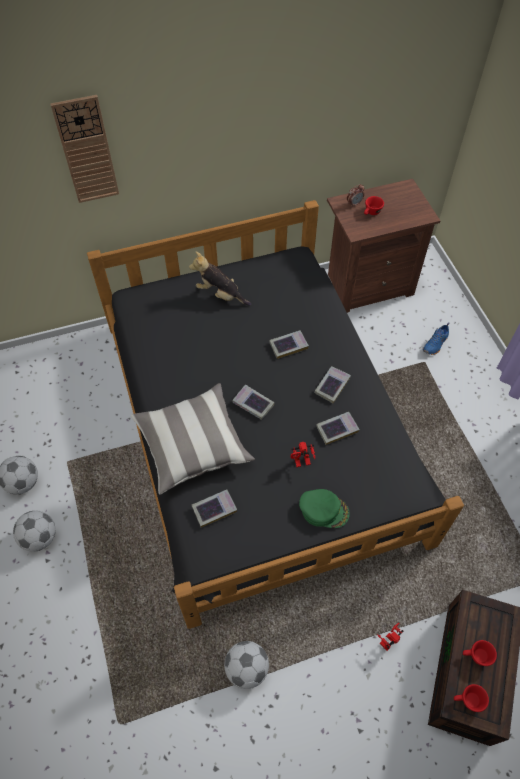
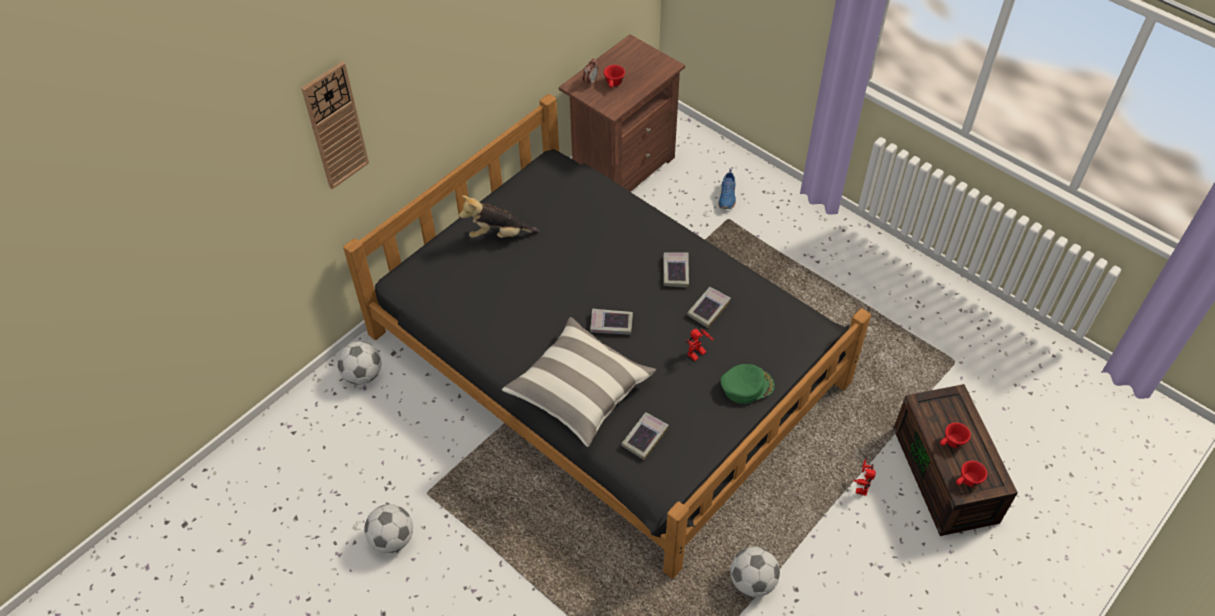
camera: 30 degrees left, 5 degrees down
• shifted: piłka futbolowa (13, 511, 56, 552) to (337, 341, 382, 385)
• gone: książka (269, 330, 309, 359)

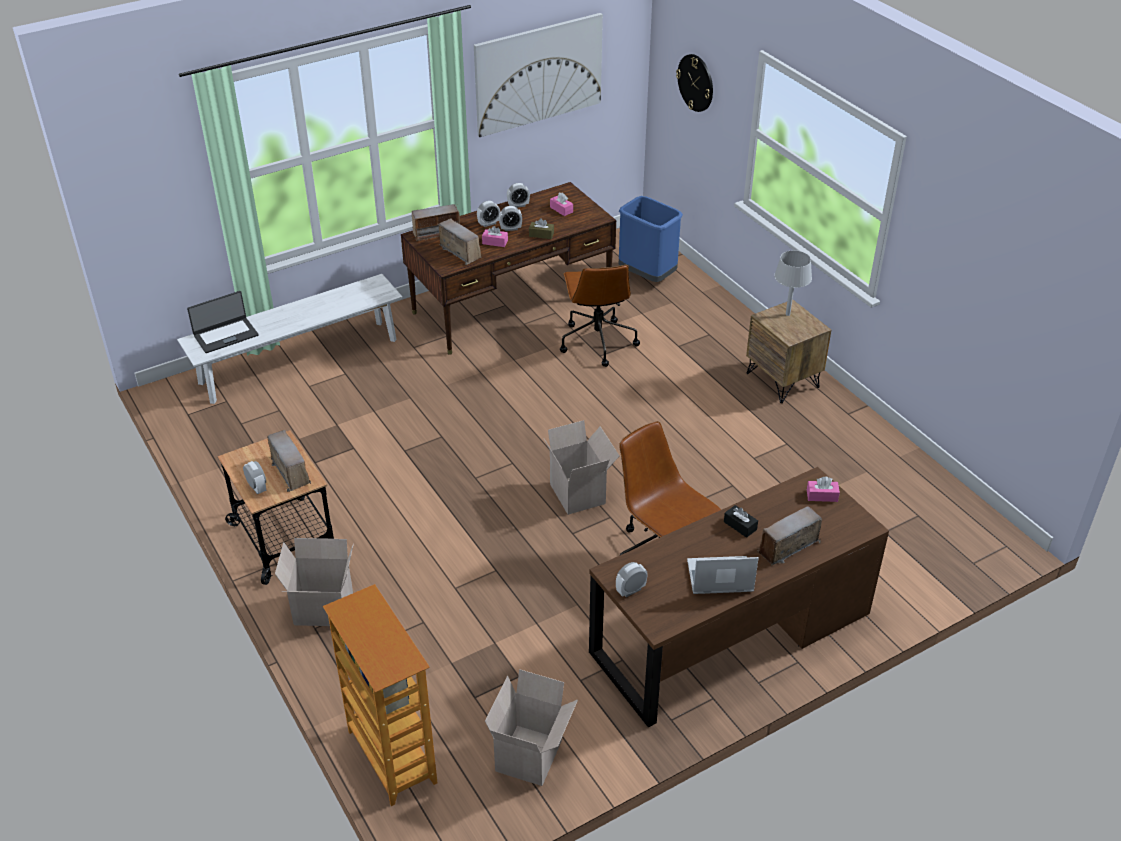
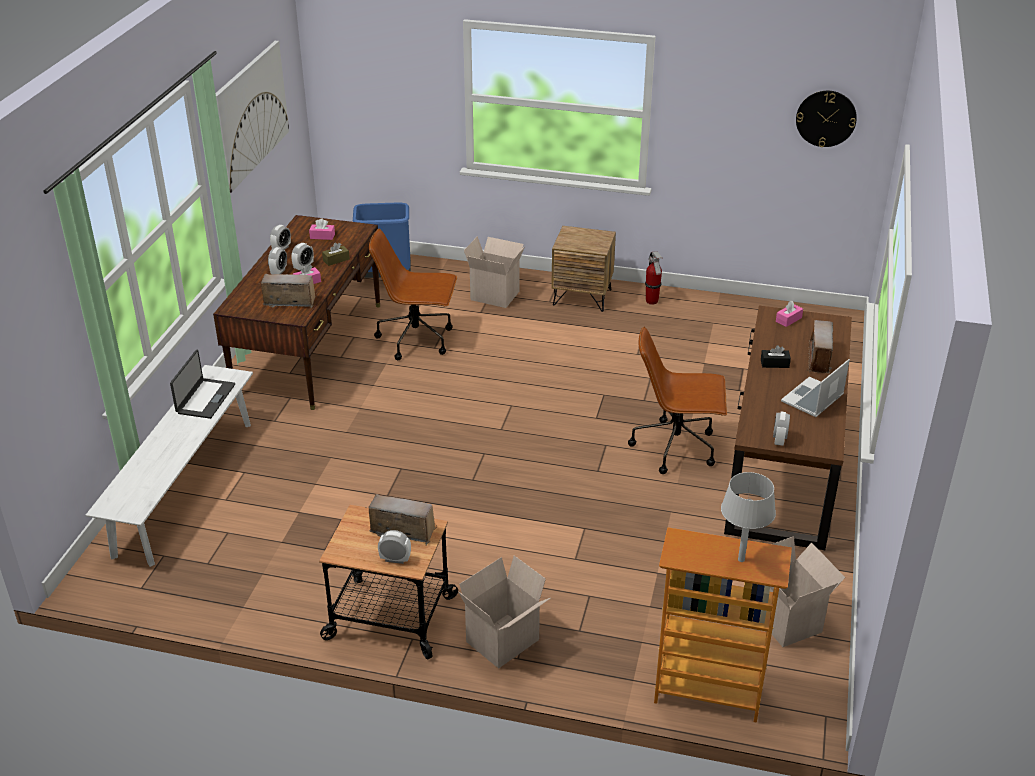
camera: 45 degrees left, 5 degrees down
• shifted: laptop (187, 291, 259, 353) to (170, 350, 235, 419)
• rotated: krzesło biurowe/brązowy (560, 265, 640, 367) = (369, 228, 457, 360) 150 degrees clockwise
• shifted: karton (544, 420, 620, 515) to (464, 236, 525, 308)
• new: gaśnica (645, 251, 663, 305)
• shifted: lampa stołowa/szary (774, 250, 812, 316) to (721, 472, 776, 562)
• shifted: zegar ścienny (676, 54, 713, 112) to (796, 91, 857, 147)
• gone: radio (412, 204, 460, 241)

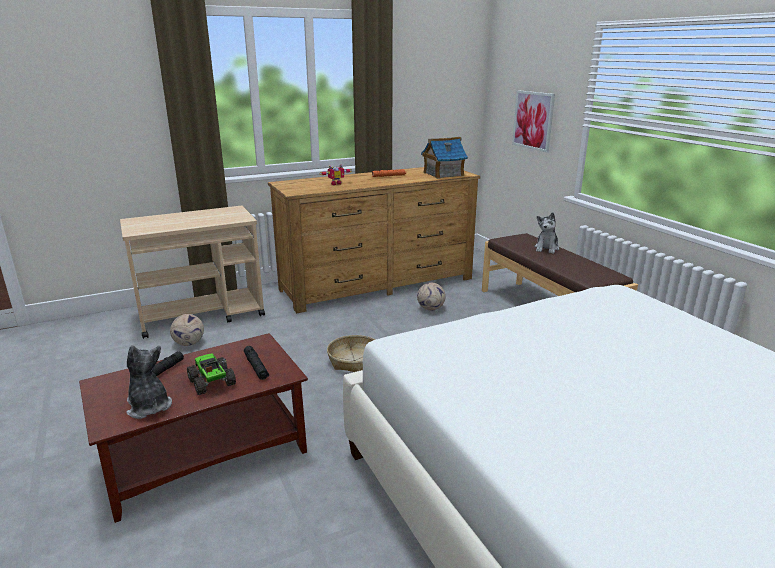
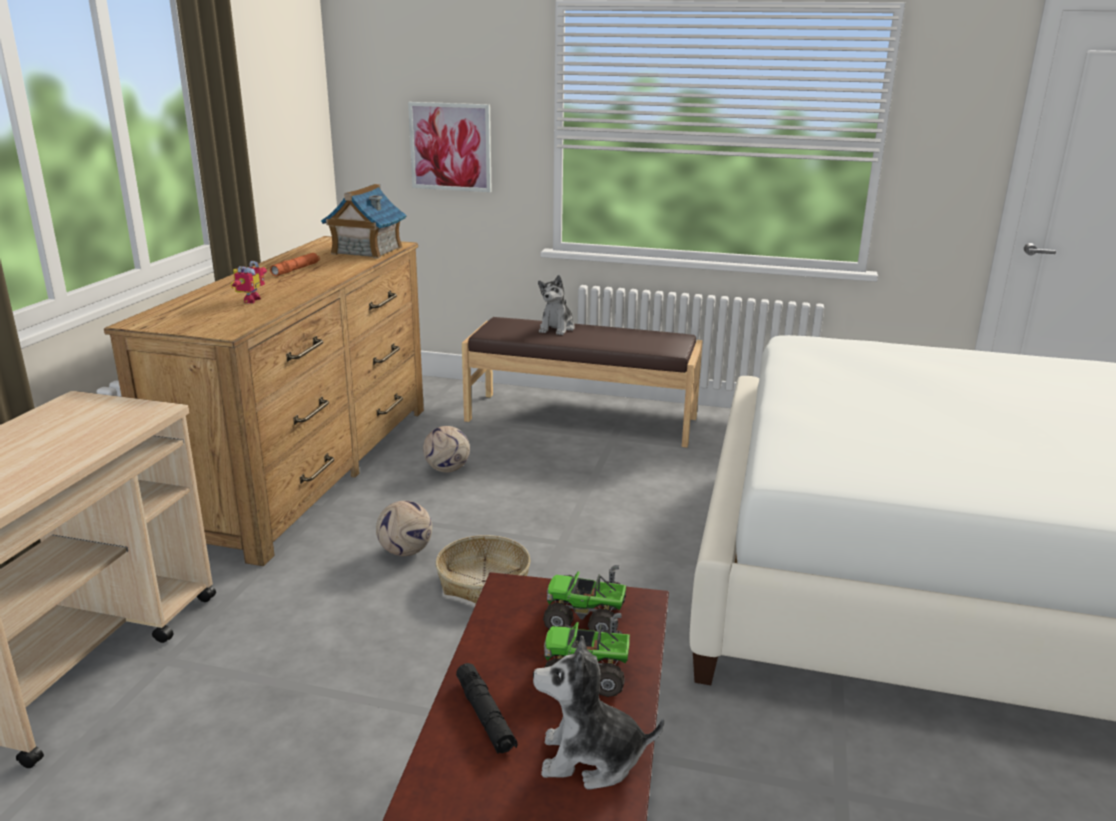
camera: 50 degrees left, 0 degrees up
• shifted: piłka futbolowa (170, 314, 204, 346) to (376, 501, 432, 556)
• rotated: pluszak (534, 212, 559, 254) = (538, 275, 575, 335) 45 degrees clockwise
• swapped: latarka/czarny (244, 346, 269, 380) to ciężarówka zabawkowa (543, 565, 626, 632)

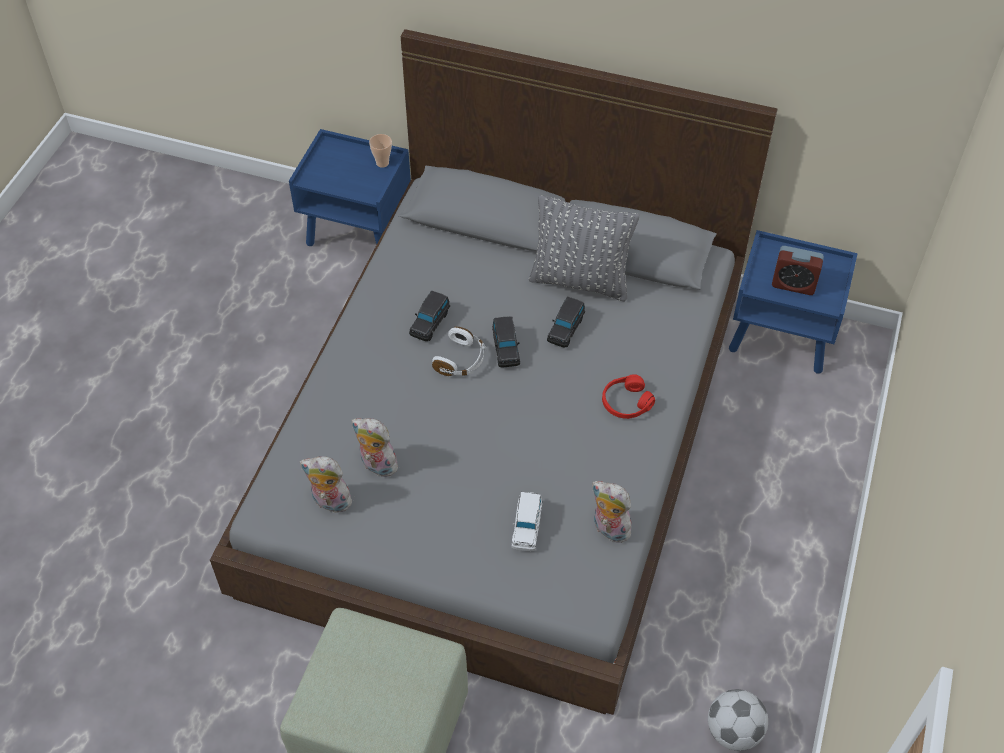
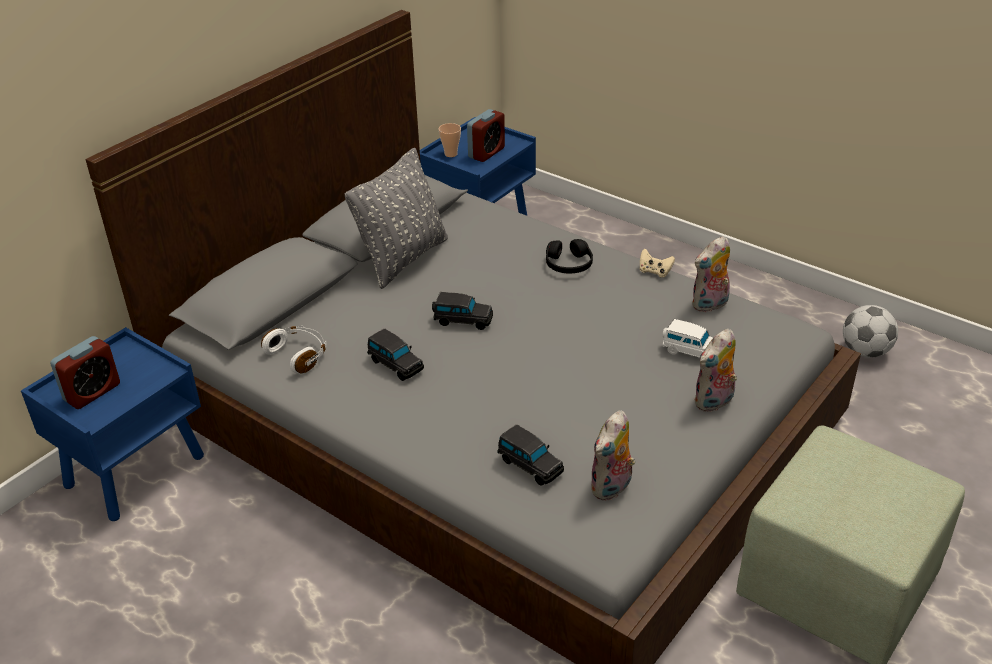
camera: 70 degrees left, 15 degrees down
• new: budzik (50, 336, 120, 409)
• shifted: słuchawki/biały (432, 326, 486, 376) to (261, 326, 327, 374)
• shifted: filiżanka (369, 134, 392, 168) to (439, 123, 461, 157)
• shifted: samochodzik/czarny (547, 297, 585, 348) to (497, 424, 564, 486)
• repainted: słuchawki/czerwony (602, 374, 655, 419) to słuchawki/czarny (546, 239, 593, 274)
• new: pad do gier/beżowy (640, 249, 675, 278)
• shifted: pluszak (352, 418, 401, 477) to (694, 329, 737, 412)

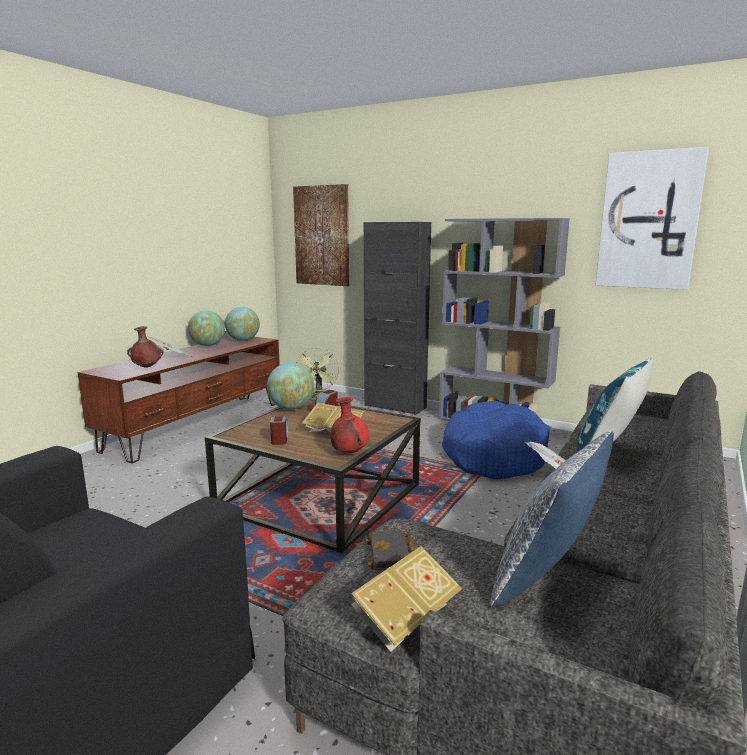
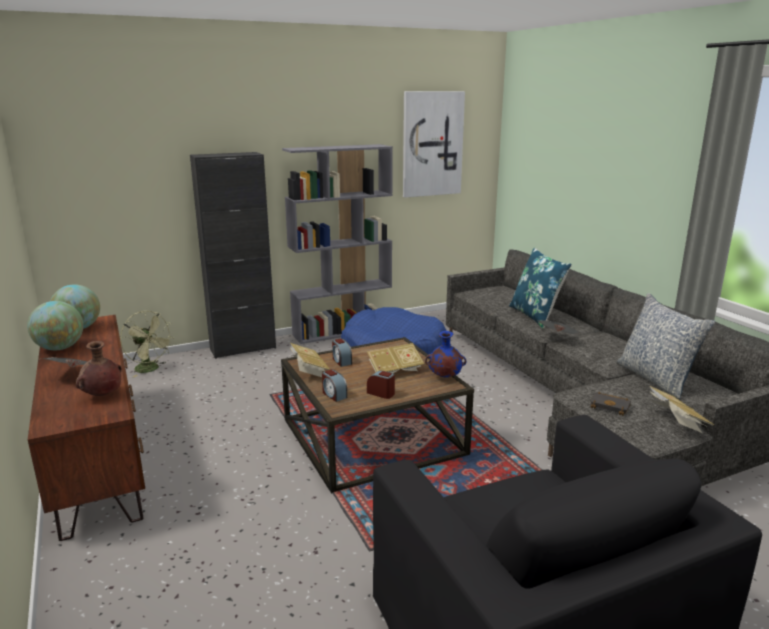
camera: 55 degrees left, 5 degrees up
• swapped: globus (267, 363, 314, 410) to książka (290, 343, 330, 377)
• new: budzik (322, 370, 347, 402)
• repainted: wazon/czerwony (330, 397, 369, 453) to wazon/niebieski (425, 331, 466, 377)
• gone: obraz (293, 184, 349, 286)

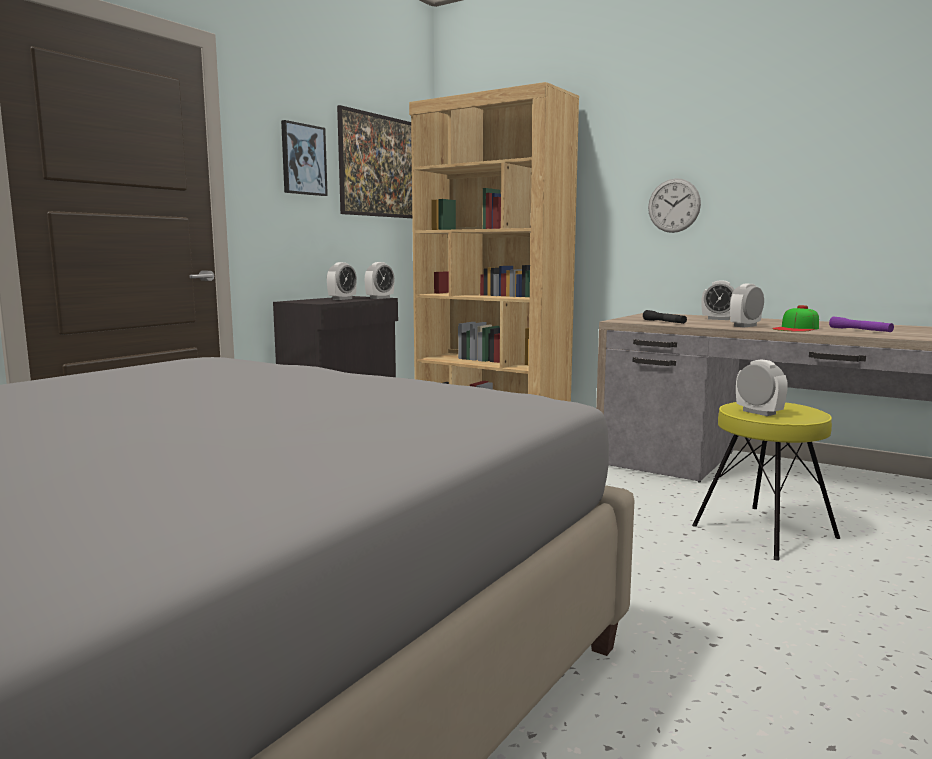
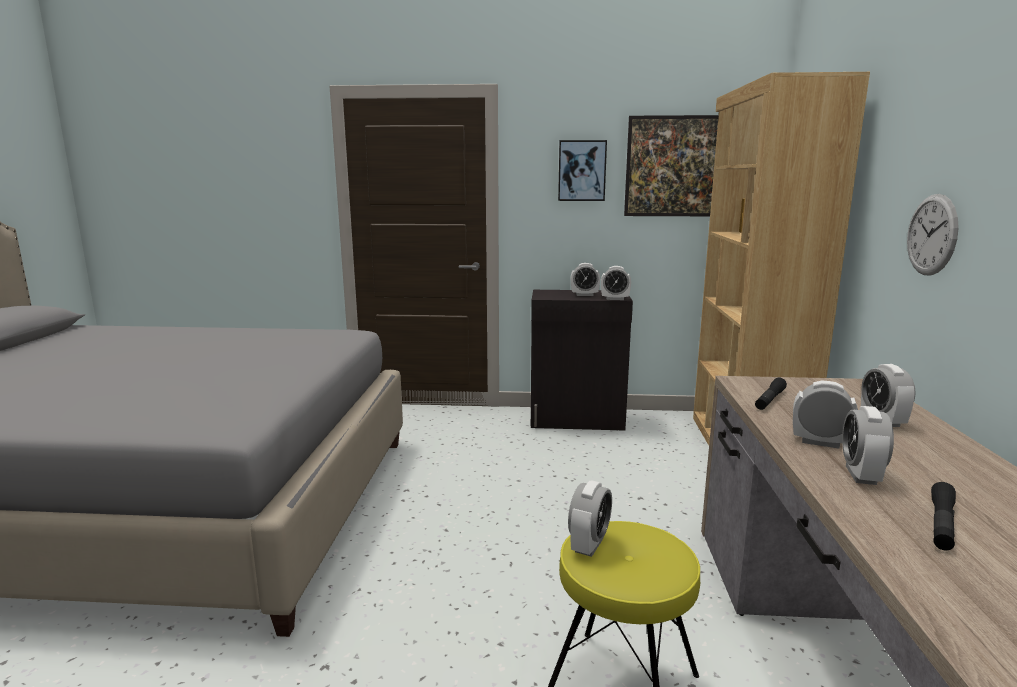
camera: 60 degrees right, 5 degrees up
• swapped: czapka z daszkiem (772, 305, 819, 332) to budzik (842, 406, 894, 485)
• repainted: latarka/fioletowy (829, 316, 894, 332) to latarka/czarny (931, 482, 956, 551)

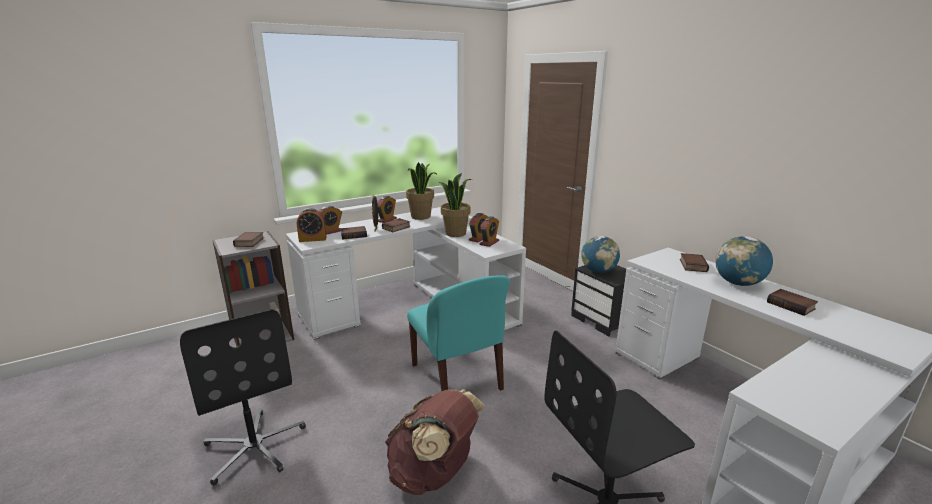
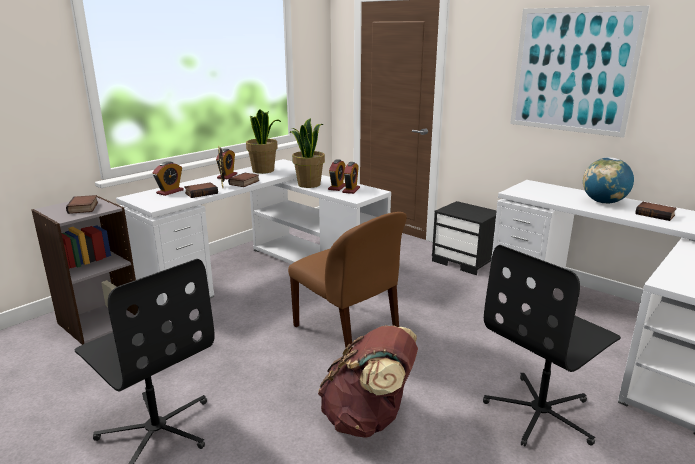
camera: 15 degrees left, 0 degrees up
• repainted: krzesło/turkusowy (407, 275, 510, 391) to krzesło/brązowy (288, 212, 407, 353)
• new: obraz (510, 6, 650, 138)
• gone: budzik (297, 208, 326, 242)
• gone: globus (581, 236, 620, 273)
• gone: książka (680, 253, 709, 272)

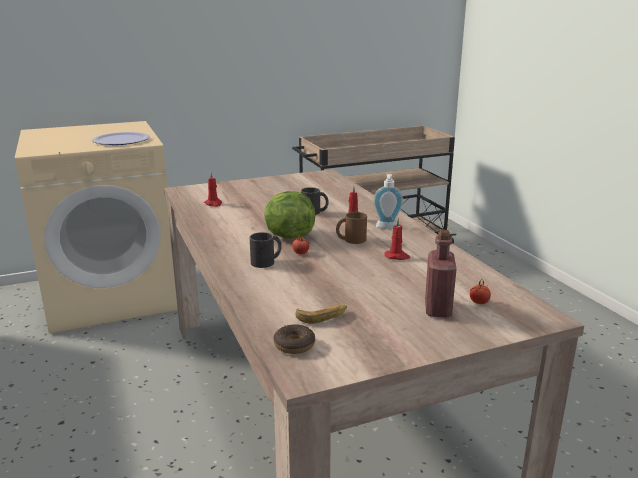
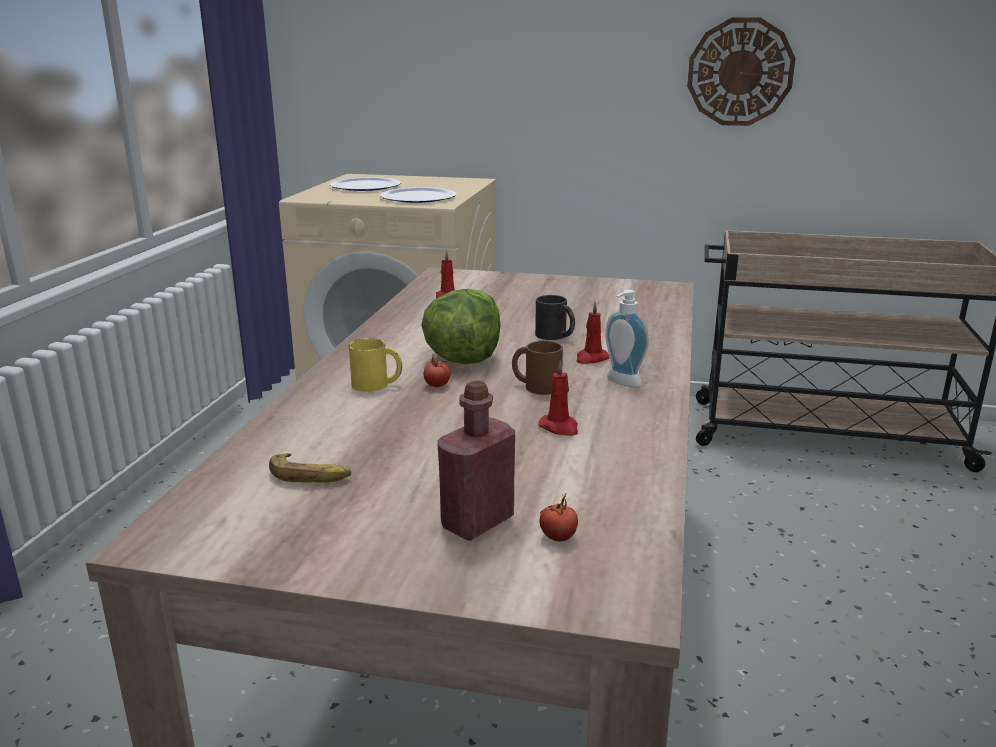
camera: 35 degrees right, 0 degrees up
• new: talerz (329, 177, 401, 191)
• repainted: kubek/czarny (250, 232, 282, 268) to kubek/żółty (349, 338, 402, 392)
• new: zegar ścienny (687, 17, 796, 126)
• gone: donut (273, 324, 315, 354)

